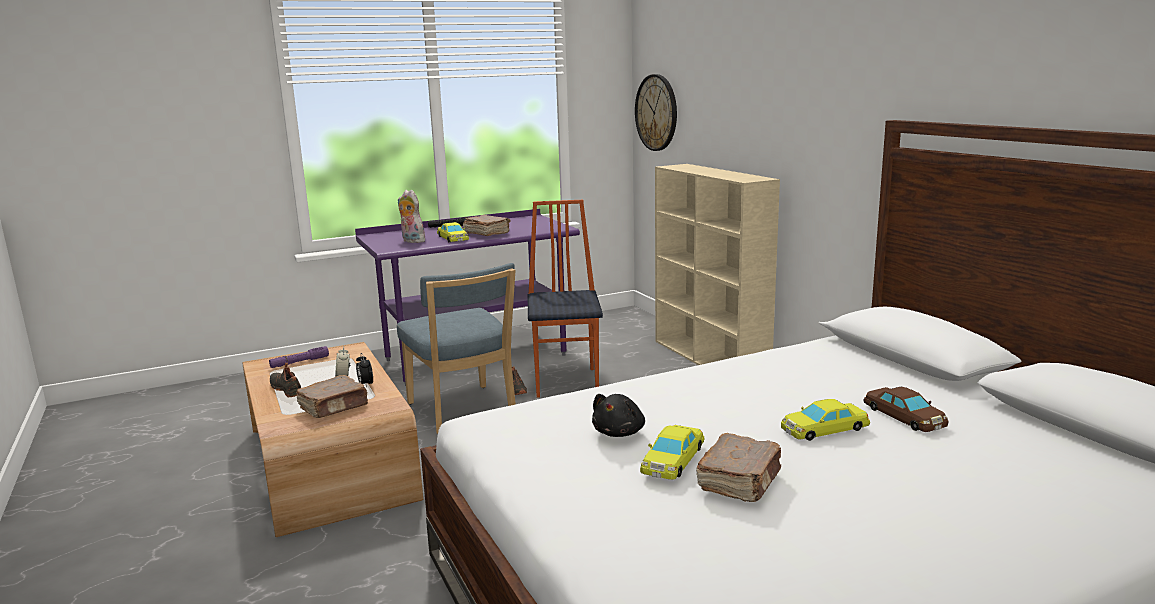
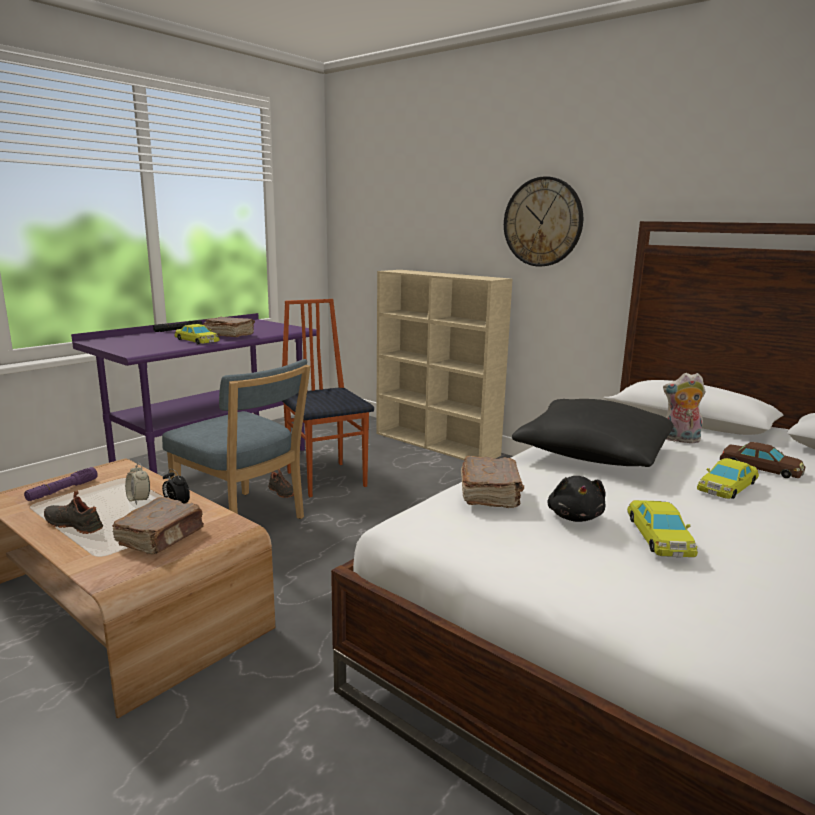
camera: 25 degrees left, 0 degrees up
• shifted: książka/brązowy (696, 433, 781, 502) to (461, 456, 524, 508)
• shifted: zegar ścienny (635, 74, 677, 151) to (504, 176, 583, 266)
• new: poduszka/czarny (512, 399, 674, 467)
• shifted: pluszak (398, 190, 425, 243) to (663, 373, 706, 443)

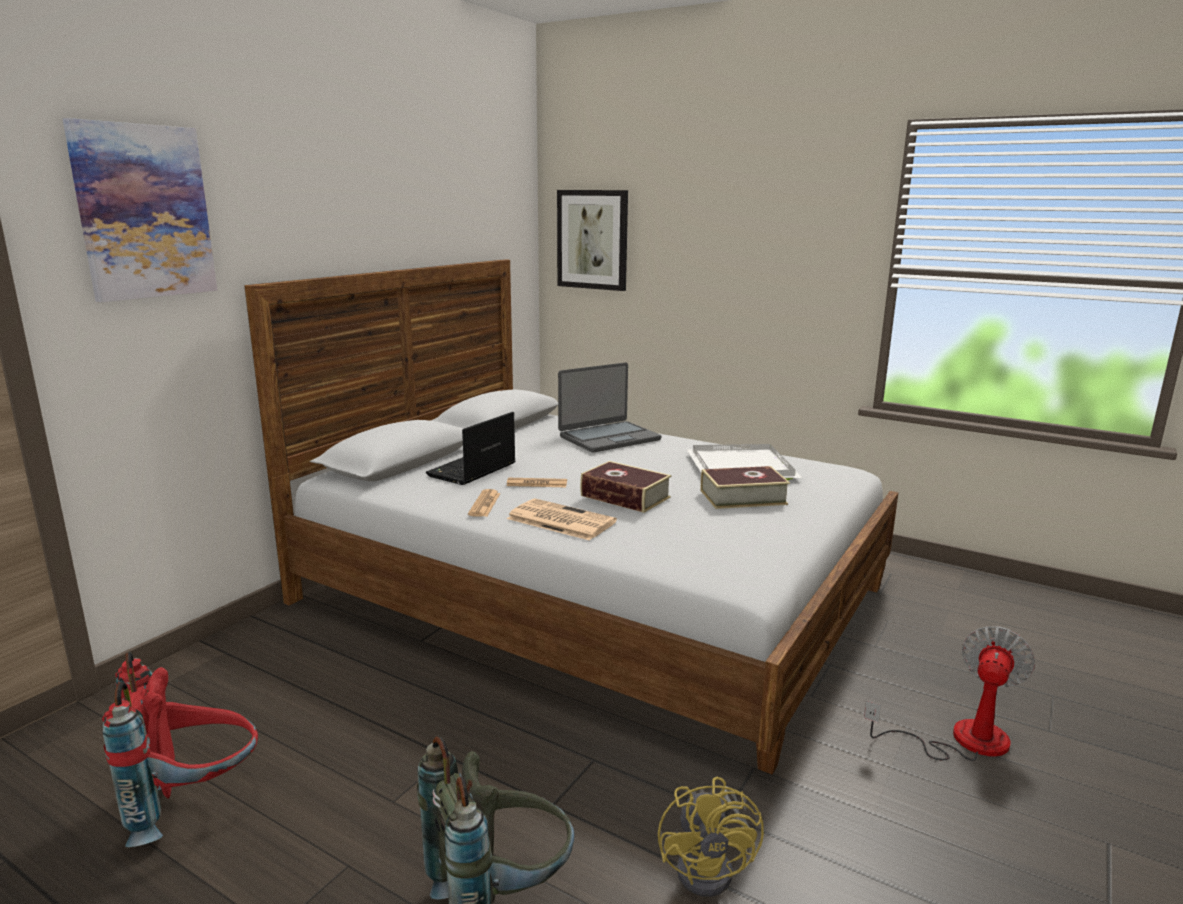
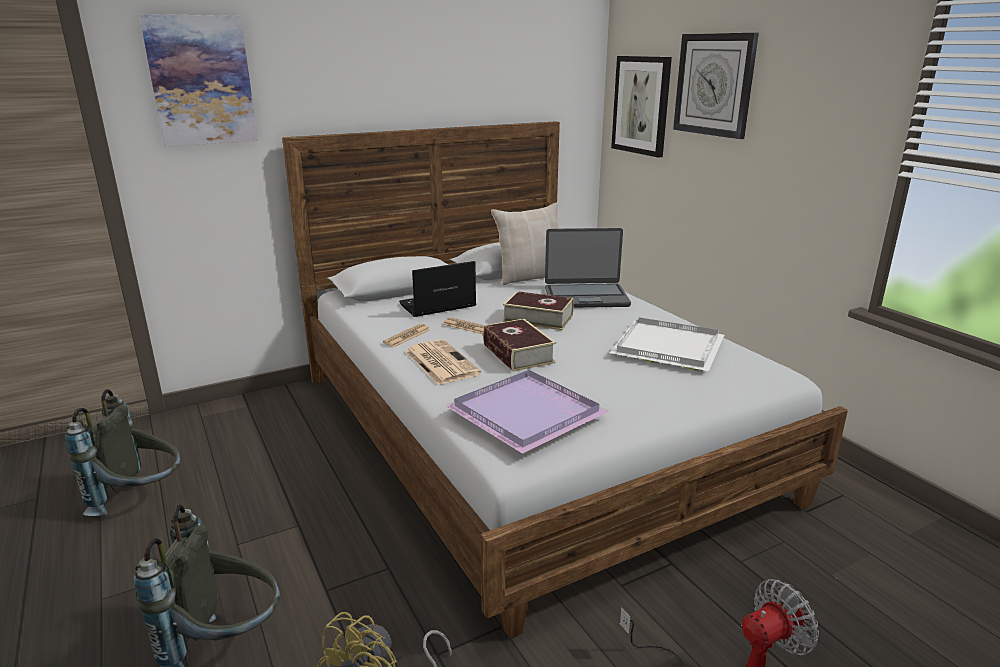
camera: 30 degrees right, 5 degrees up
• repainted: plecak/czerwony (102, 652, 258, 847) to plecak/szary (65, 389, 180, 516)
• new: taca/fioletowy (445, 370, 609, 454)
• new: poduszka/beżowy (491, 202, 558, 285)
• shifted: książka (701, 466, 790, 509) to (503, 291, 574, 330)
• new: zegar ścienny (673, 33, 759, 139)

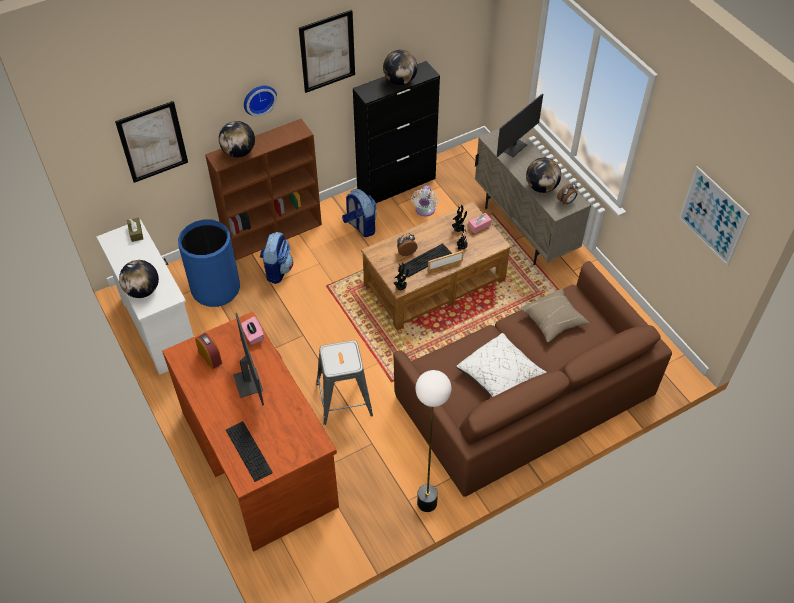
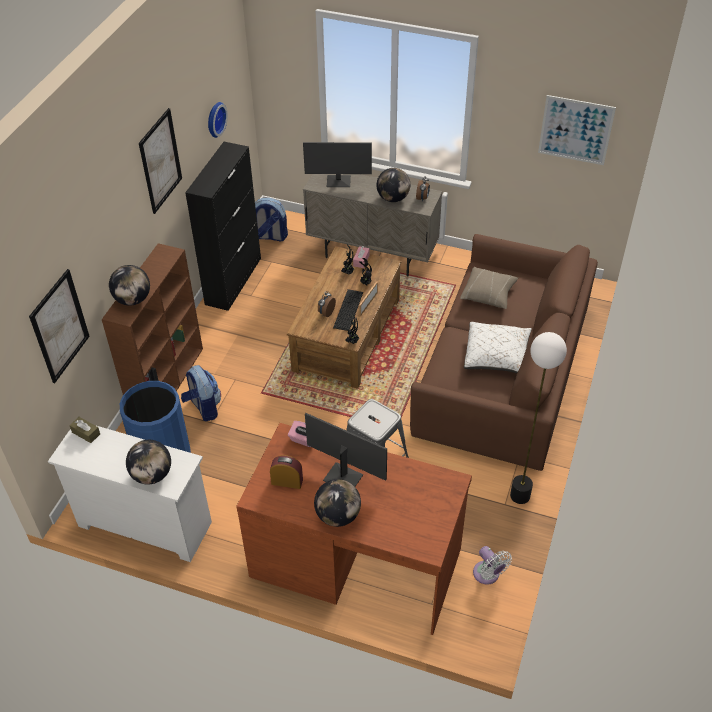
camera: 40 degrees left, 5 degrees down
• shifted: zegar ścienny (244, 85, 277, 116) to (208, 102, 228, 138)
• shifted: plecak (342, 188, 376, 237) to (255, 198, 288, 242)
• rotated: monitor (497, 94, 543, 157) = (303, 142, 372, 187) 90 degrees clockwise
• shifted: globus (383, 50, 417, 85) to (314, 479, 361, 527)
• shifted: wentylator/biały (411, 185, 438, 216) to (473, 546, 512, 585)
• gone: klawiatura (226, 421, 273, 482)

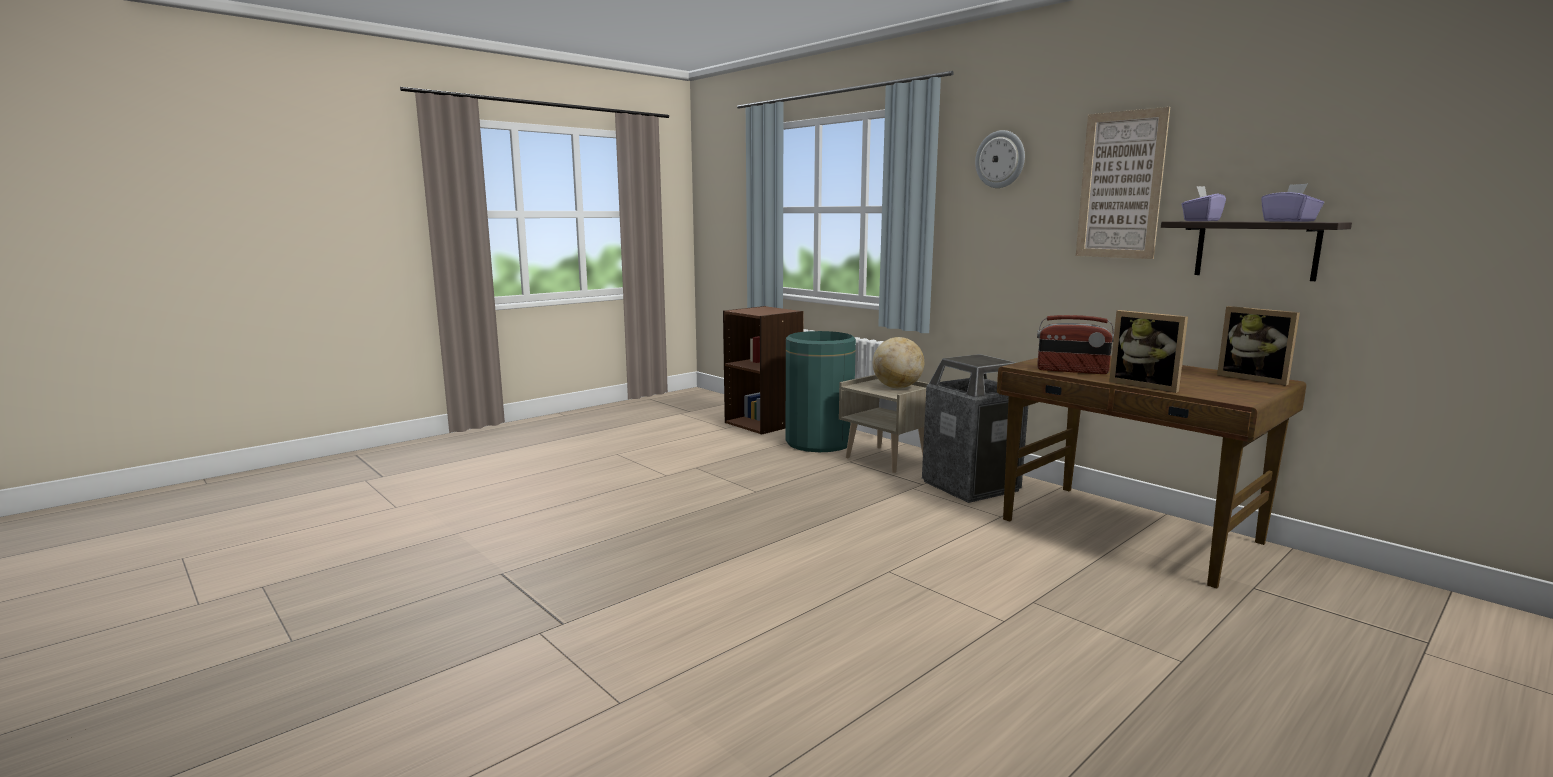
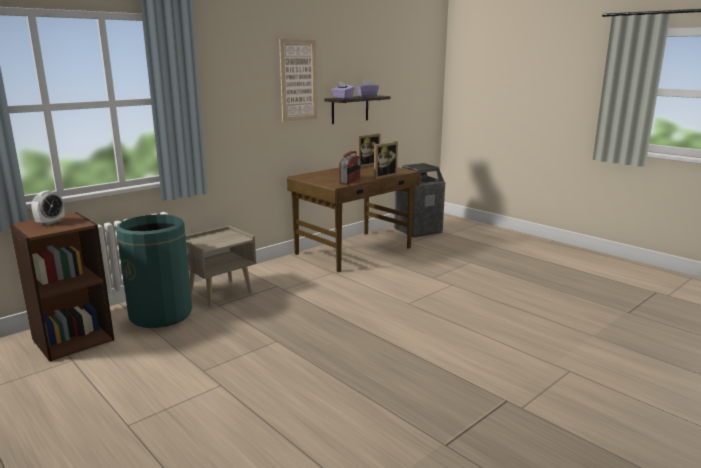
camera: 90 degrees left, 5 degrees up
• new: budzik (31, 190, 64, 226)
• shifted: kosz na śmieci (922, 354, 1028, 503) to (394, 163, 445, 238)
• gone: globus (873, 337, 924, 388)
• gone: zegar ścienny (975, 130, 1025, 188)

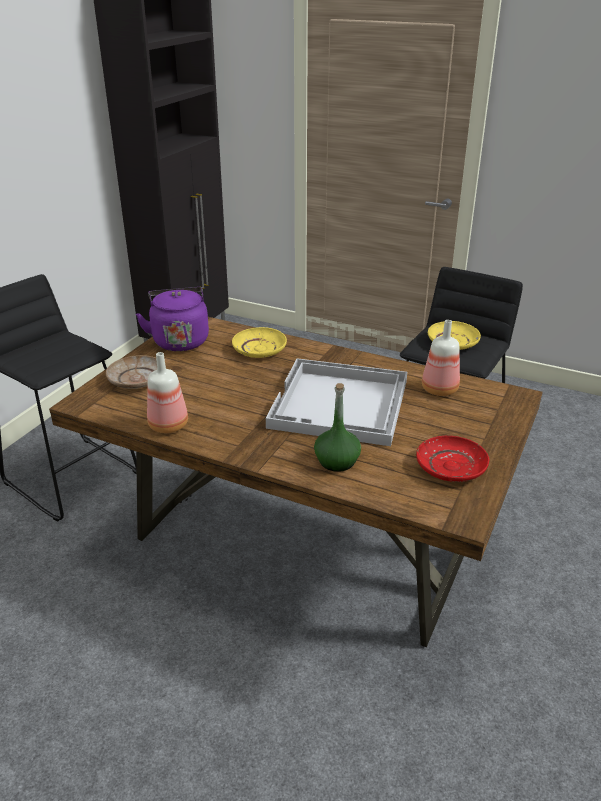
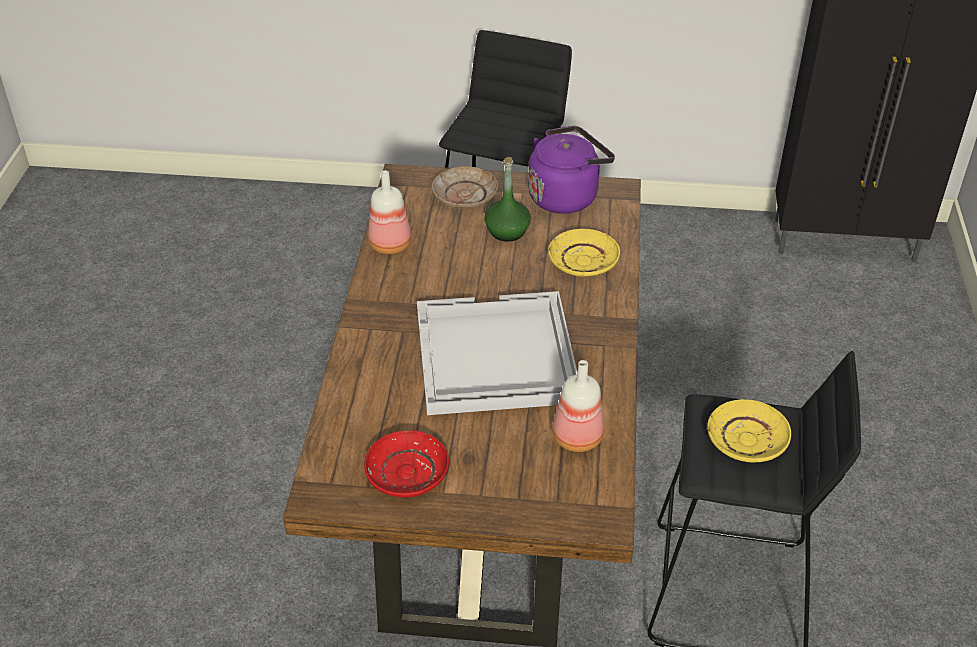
camera: 70 degrees right, 10 degrees up
• shifted: butelka/zielony (314, 383, 361, 472) to (484, 157, 531, 242)

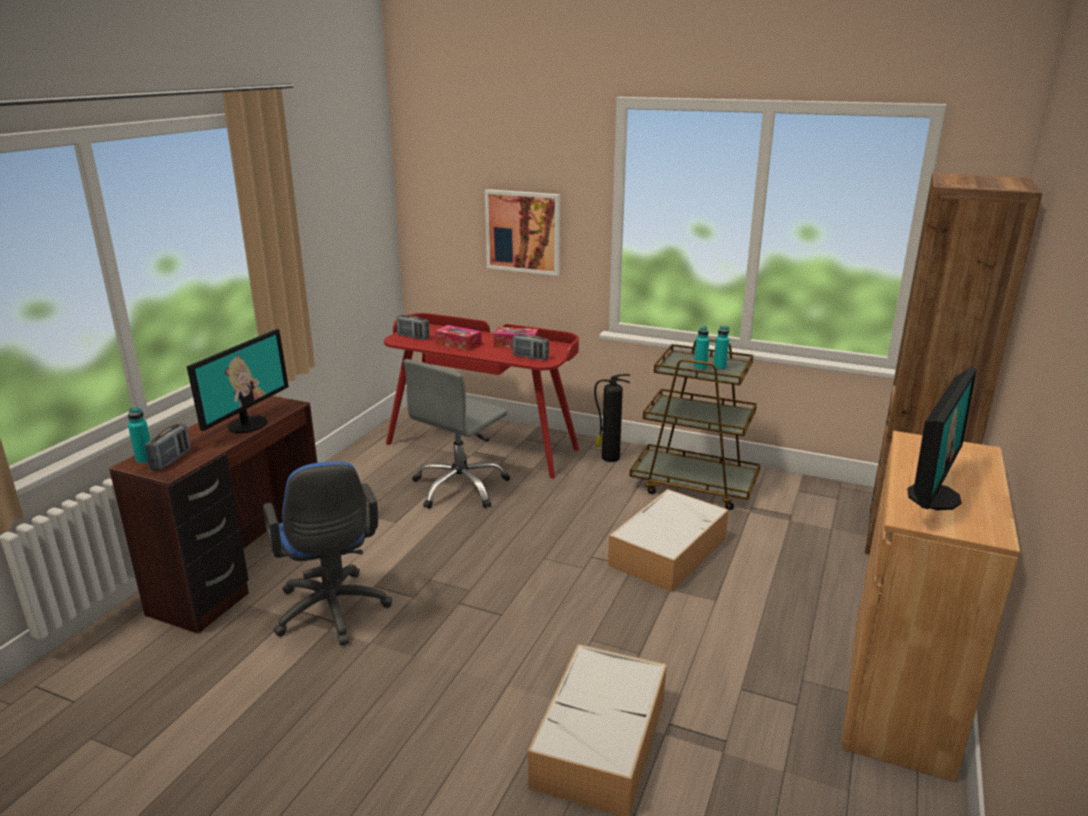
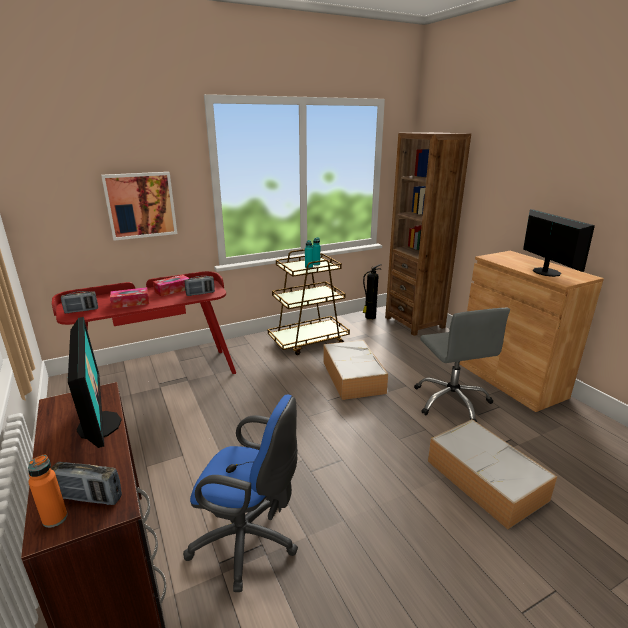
camera: 50 degrees left, 0 degrees up
• repainted: butelka/turkusowy (128, 407, 150, 464) to butelka/pomarańczowy (28, 455, 68, 528)
• rotated: radio (145, 424, 190, 471) = (51, 462, 122, 505) 135 degrees clockwise
• shifted: gaśnica (594, 374, 630, 462) to (363, 264, 382, 320)
• shifted: krzesło biurowe/szary (403, 359, 510, 509) to (414, 308, 510, 422)

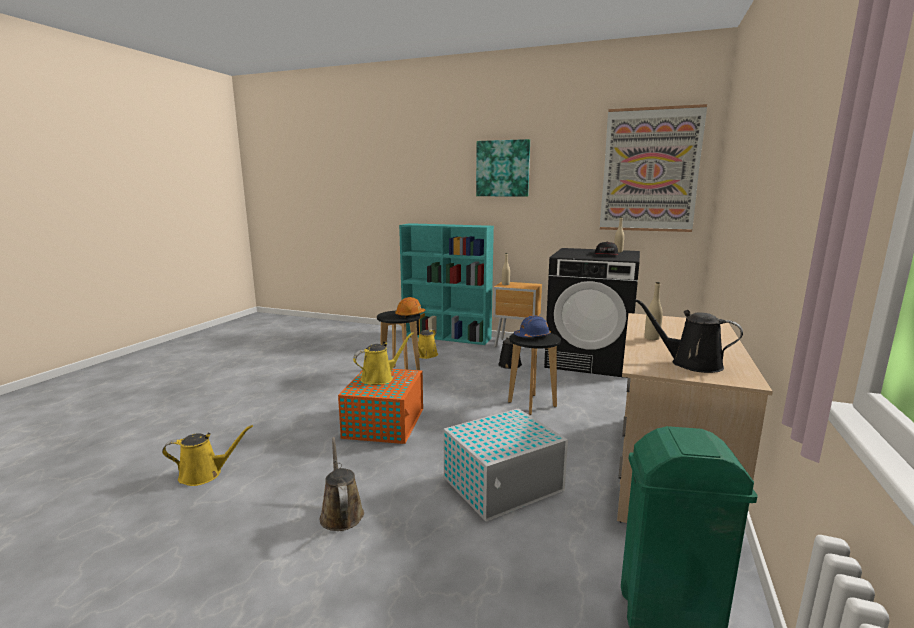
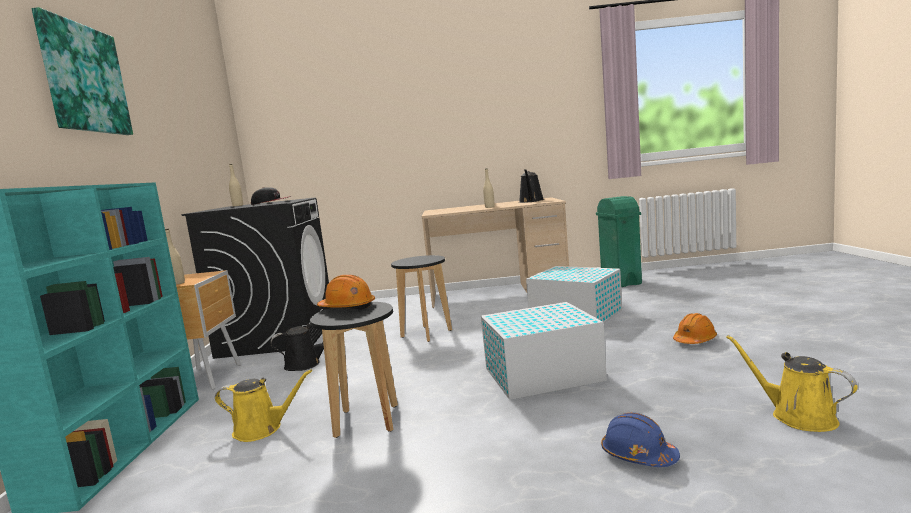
camera: 110 degrees left, 5 degrees down
• repainted: pojemnik do przechowywania/pomarańczowy (338, 369, 423, 444) to pojemnik do przechowywania/biały (481, 302, 607, 400)
• shifted: kask/niebieski (514, 315, 551, 337) to (601, 412, 680, 467)
• swapped: konewka/brązowy (320, 437, 364, 531) to kask/pomarańczowy (673, 313, 717, 344)
• gone: konewka/żółty (353, 332, 414, 385)
• gone: obraz (600, 104, 707, 232)

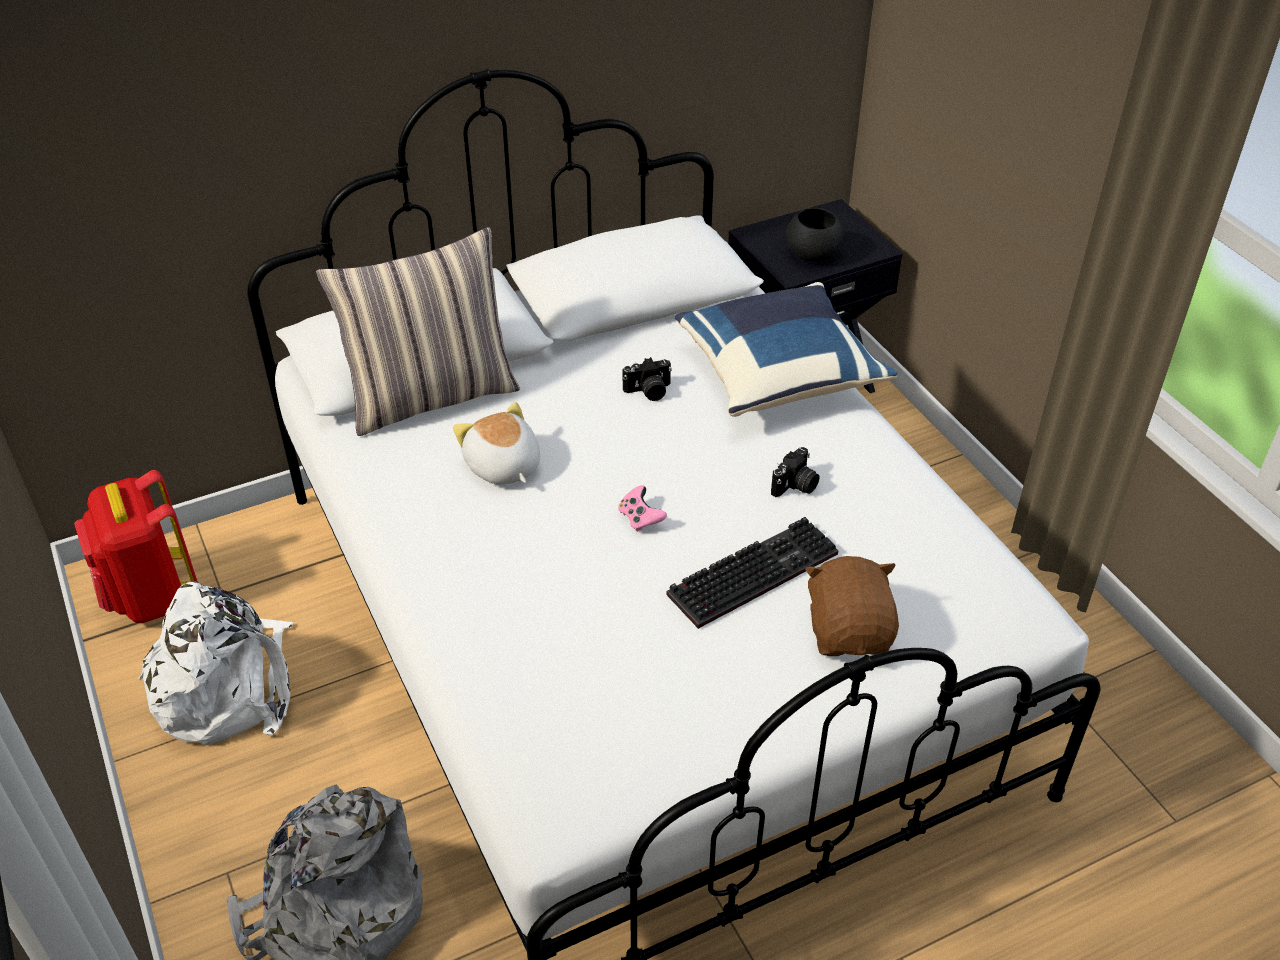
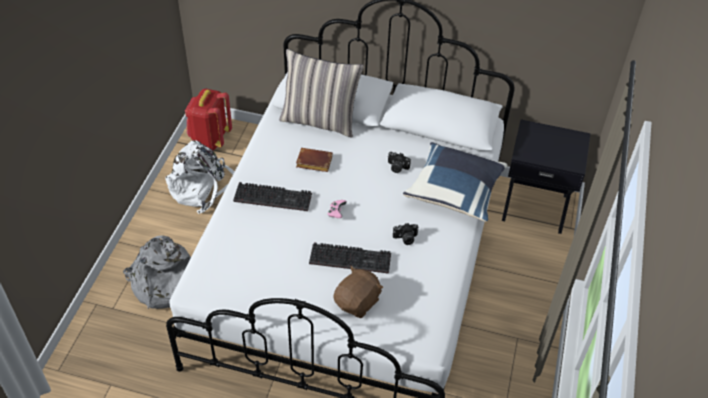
camera: 40 degrees right, 5 degrees up
• new: klawiatura (233, 182, 312, 211)
• swapped: pluszak (453, 402, 540, 485) to książka/brązowy (296, 148, 333, 172)
• gone: miska/czarny (786, 208, 844, 262)

